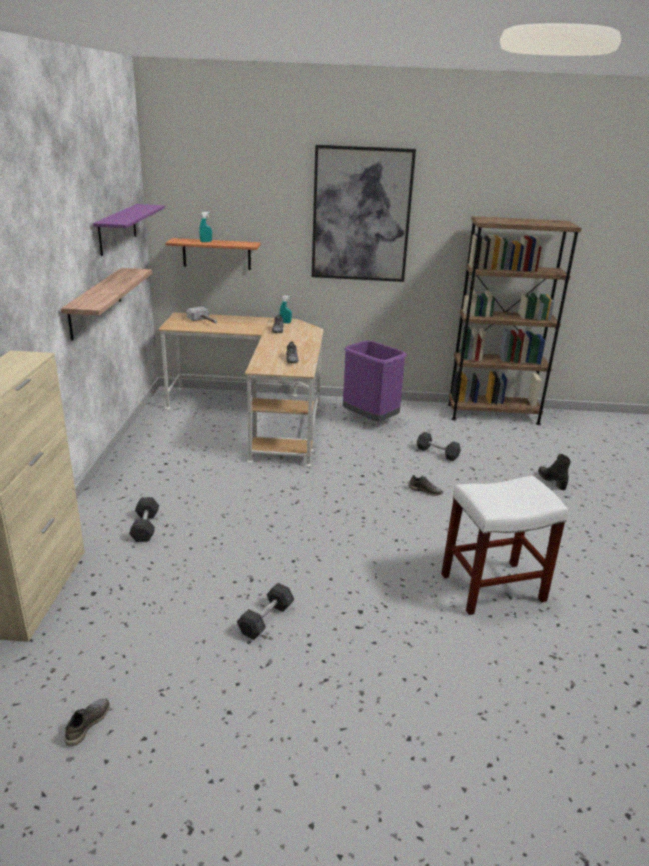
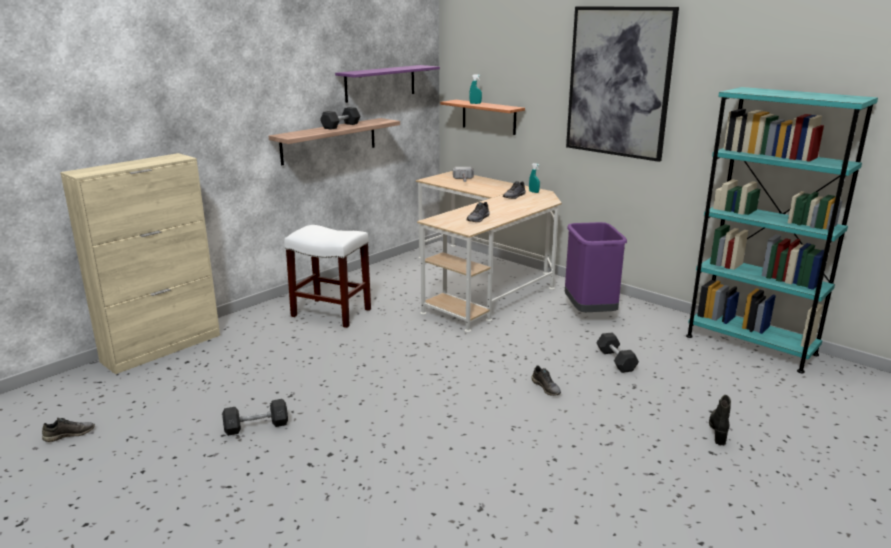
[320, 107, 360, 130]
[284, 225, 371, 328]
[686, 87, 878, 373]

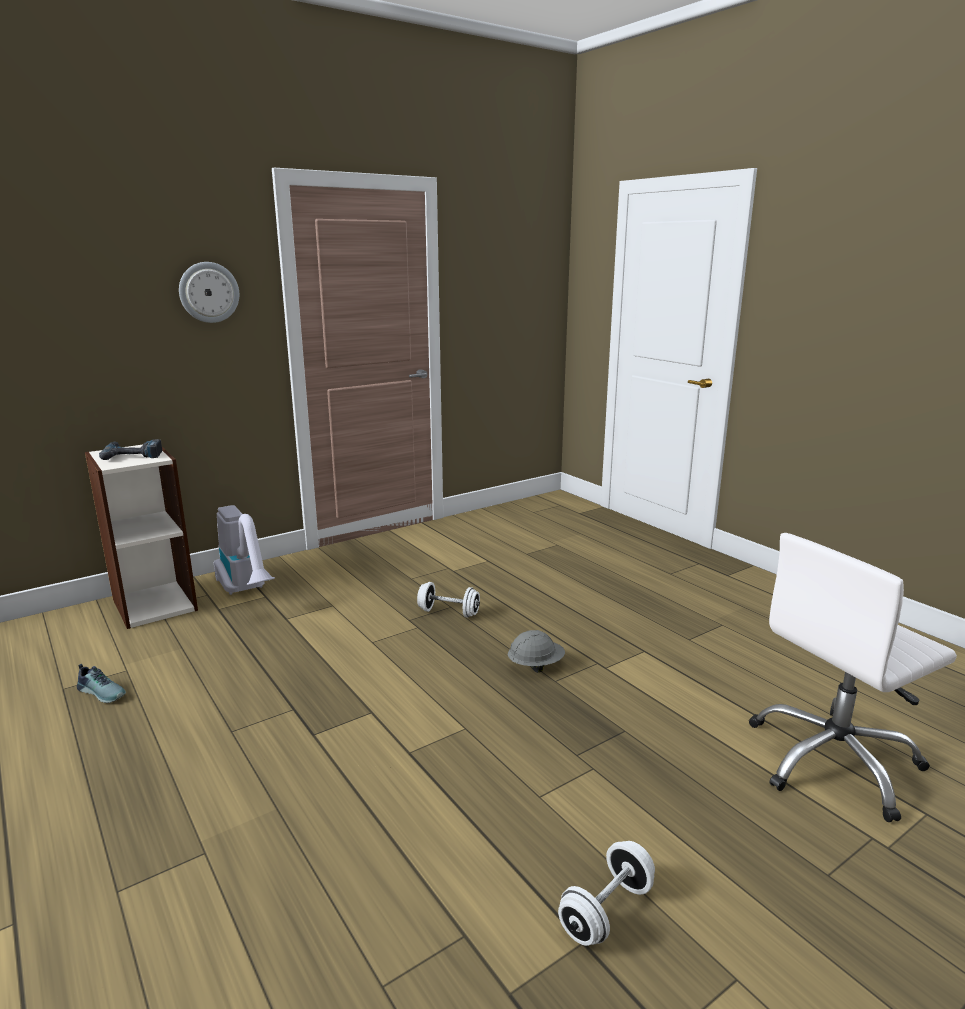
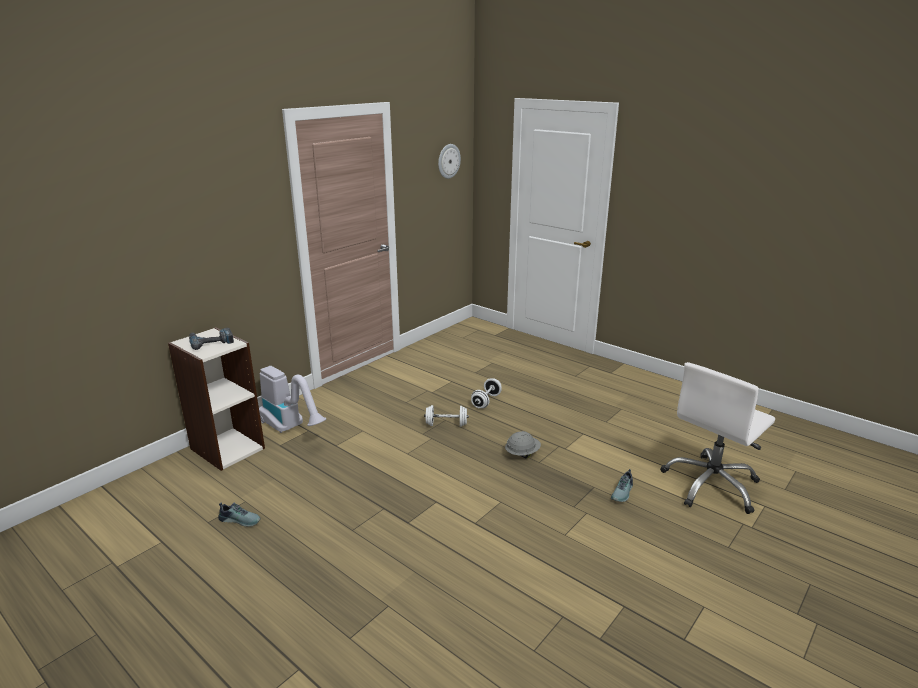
[438, 144, 461, 179]
[471, 378, 502, 408]
[611, 469, 633, 502]

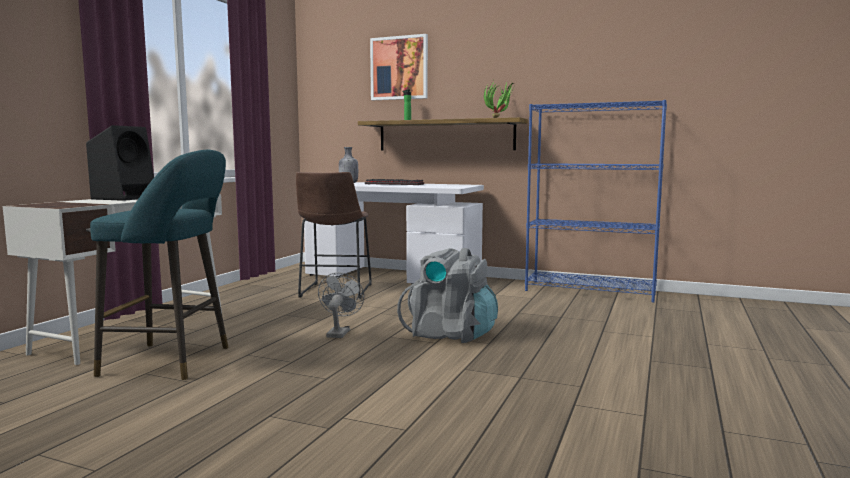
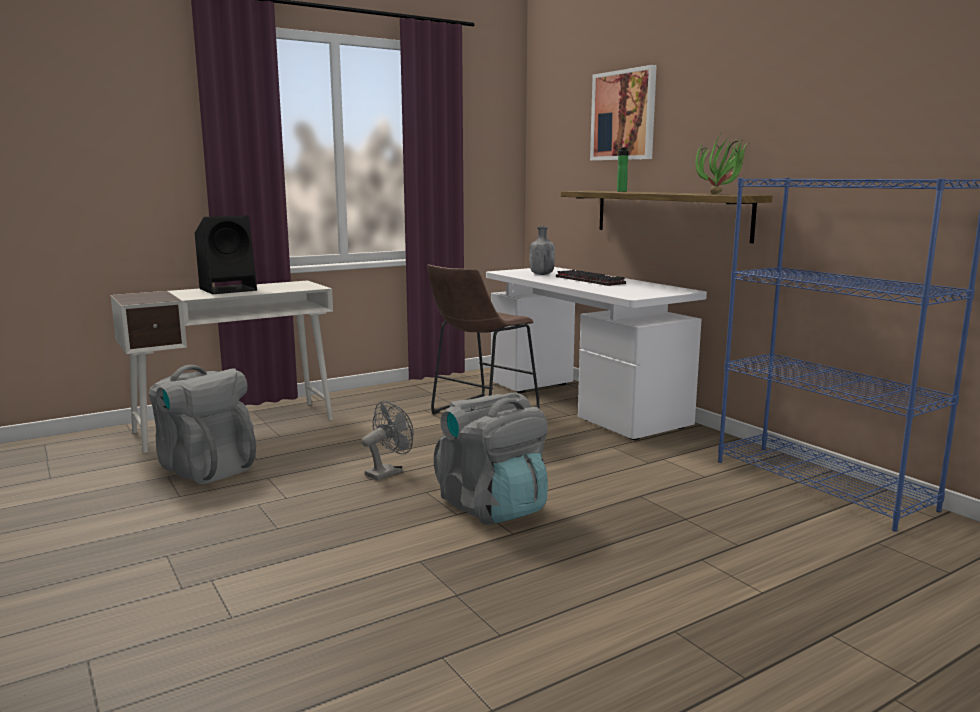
[148, 365, 256, 484]

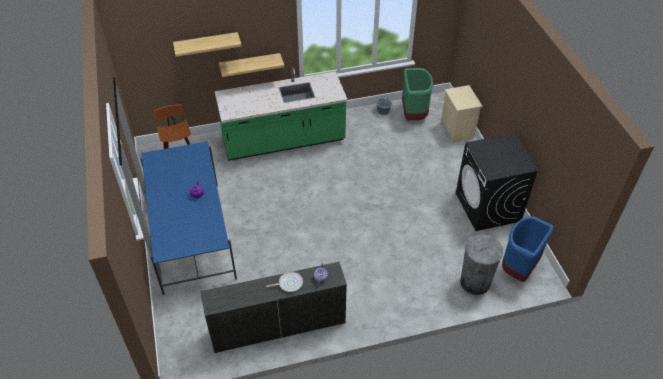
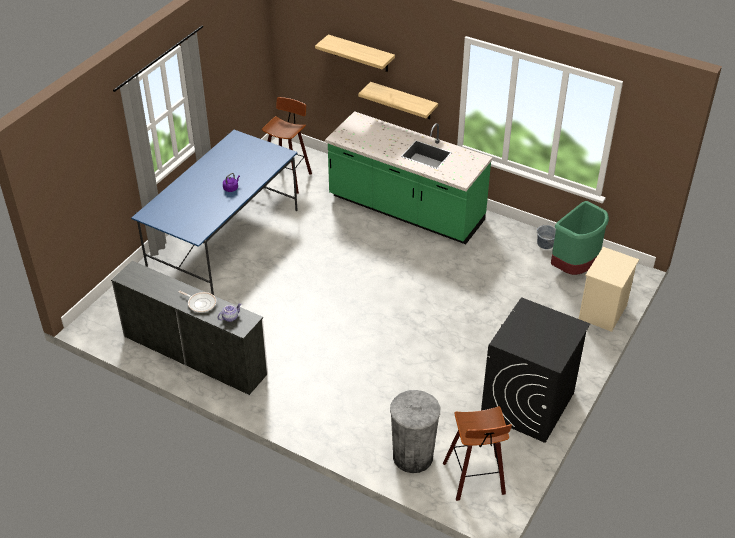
[443, 406, 512, 501]

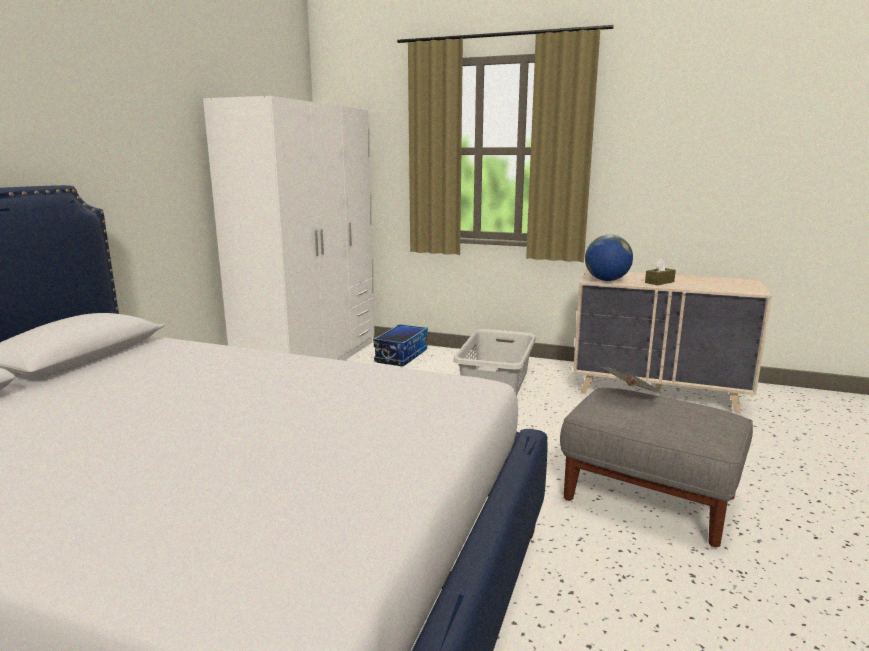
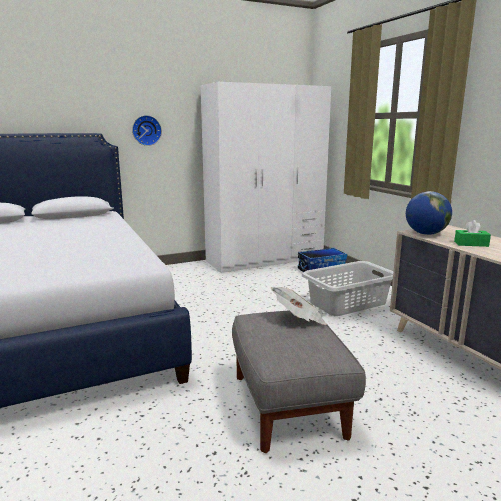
[454, 220, 491, 247]
[132, 115, 162, 146]

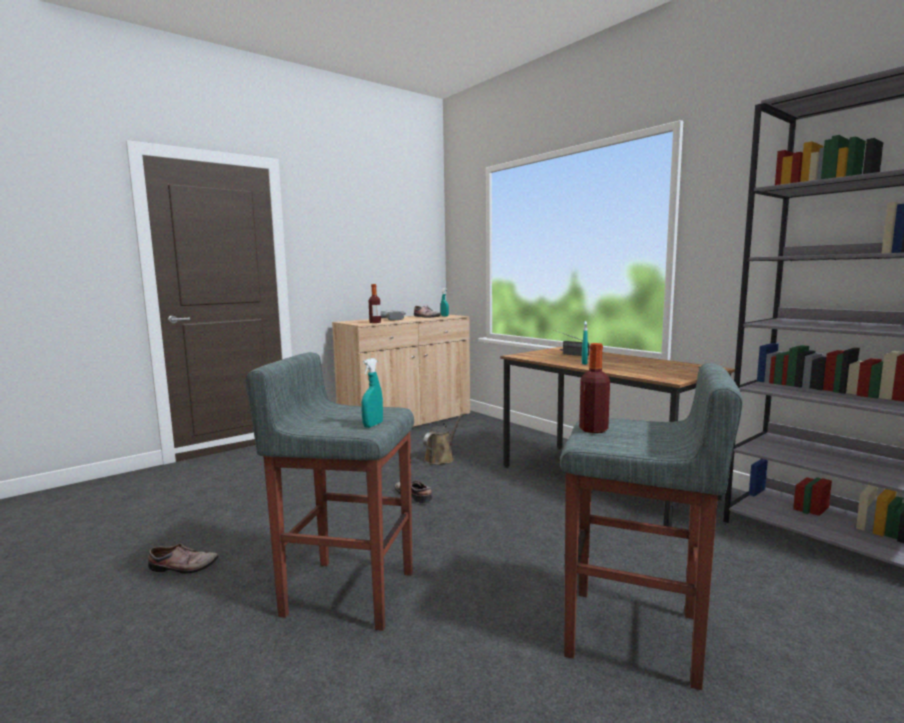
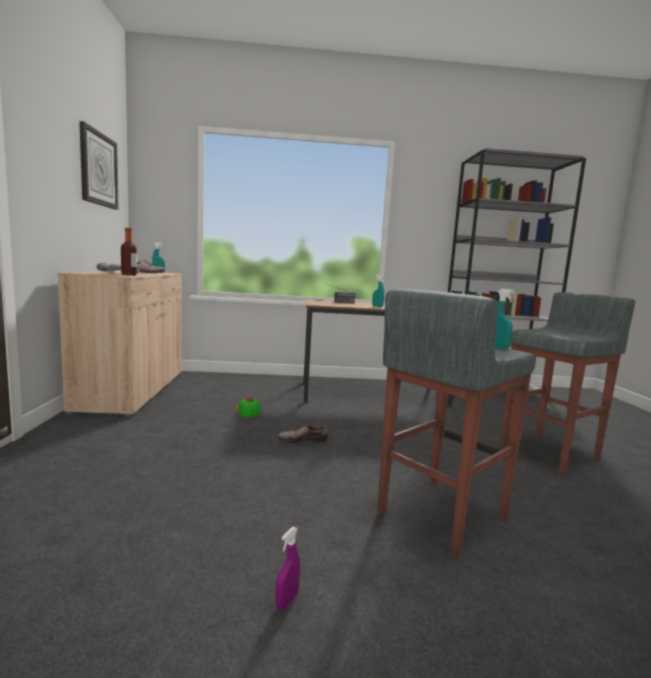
[275, 527, 300, 610]
[236, 398, 260, 417]
[579, 343, 610, 433] (first image)
[79, 121, 119, 210]

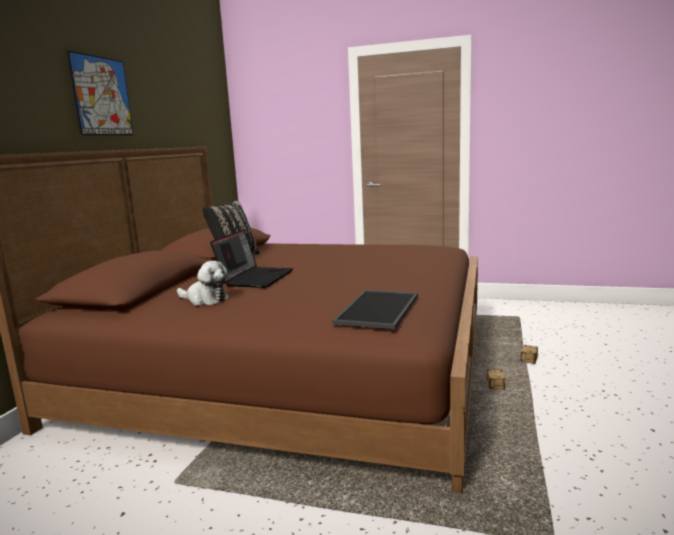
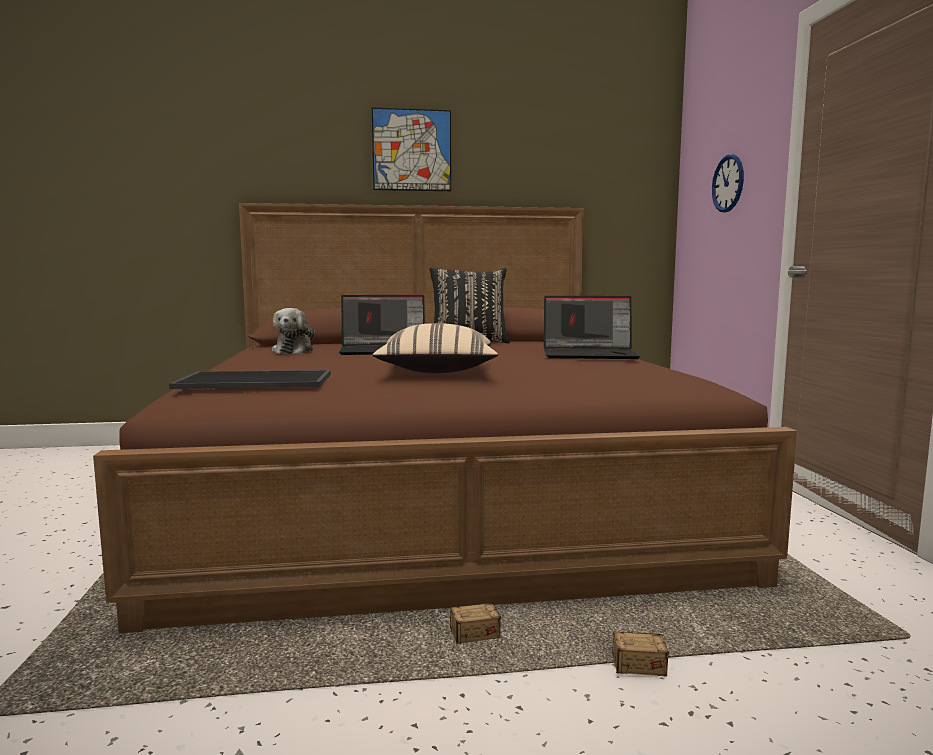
[373, 323, 498, 373]
[544, 296, 641, 359]
[712, 154, 744, 213]

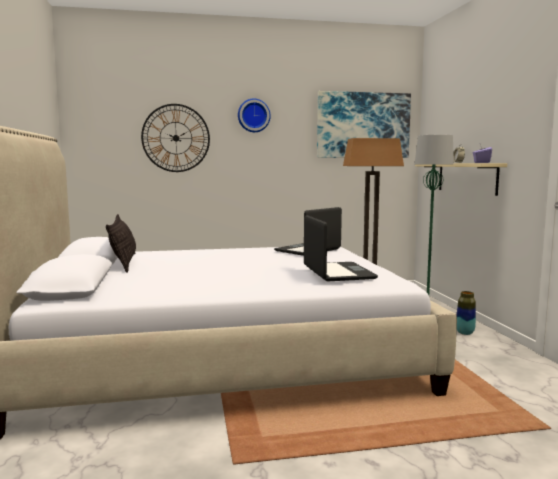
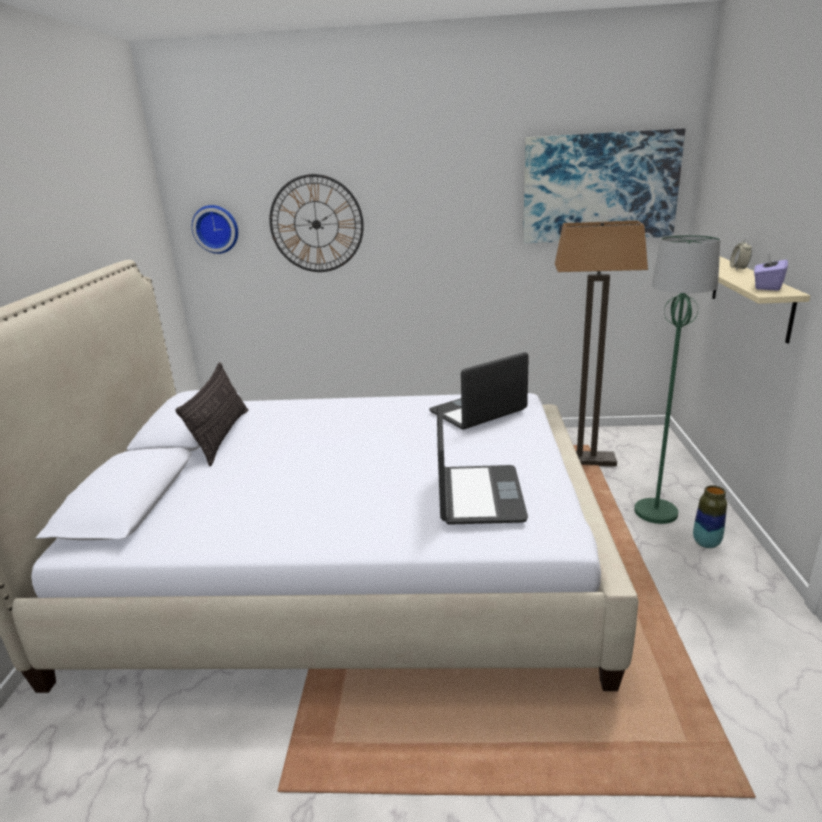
[192, 205, 238, 254]

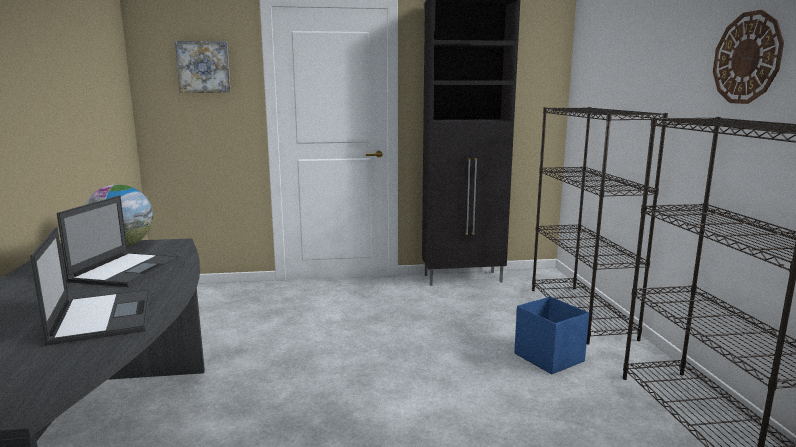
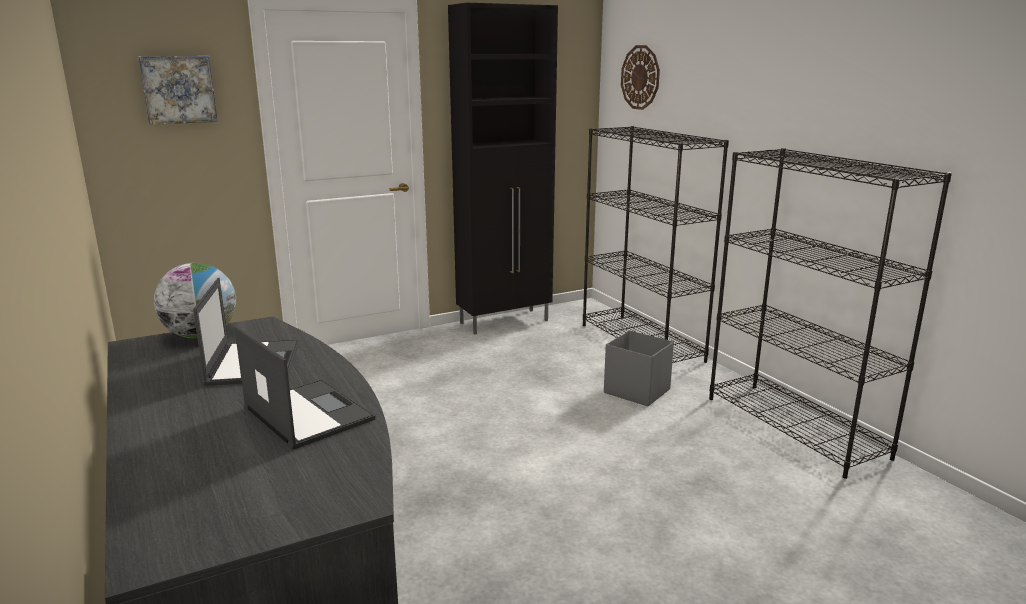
[604, 330, 674, 406]
[621, 45, 660, 110]

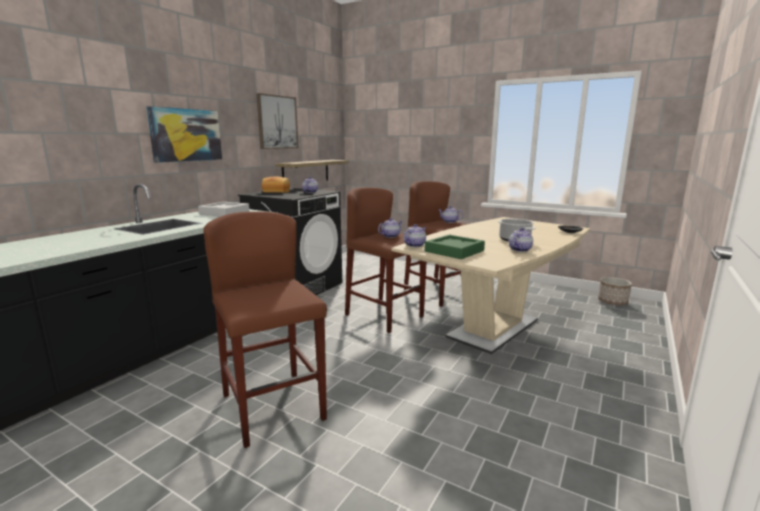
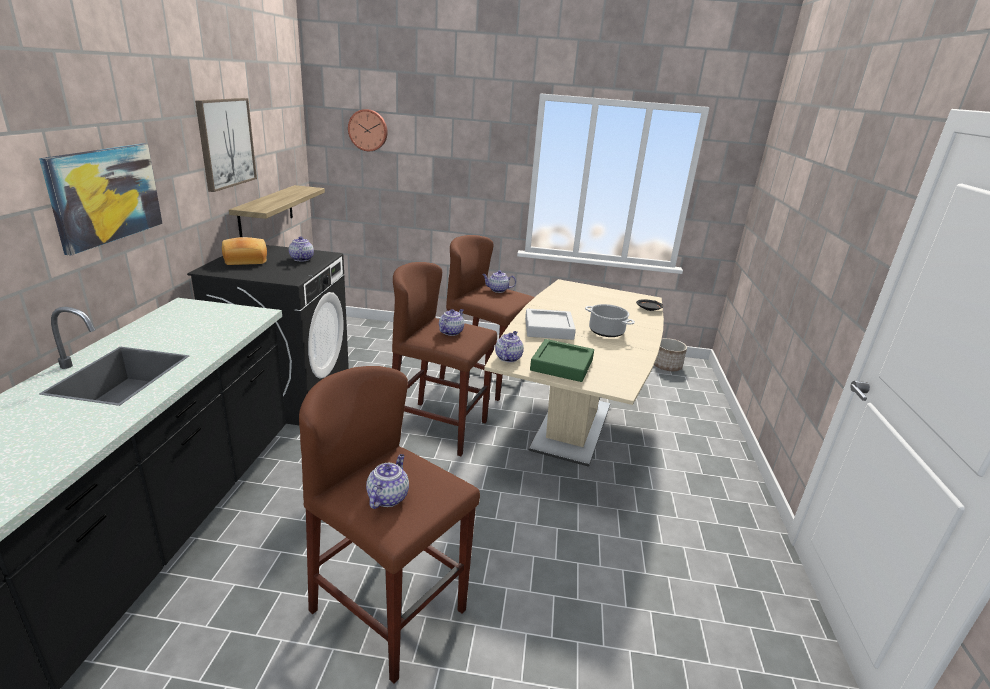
[525, 309, 576, 340]
[366, 454, 409, 509]
[348, 109, 388, 151]

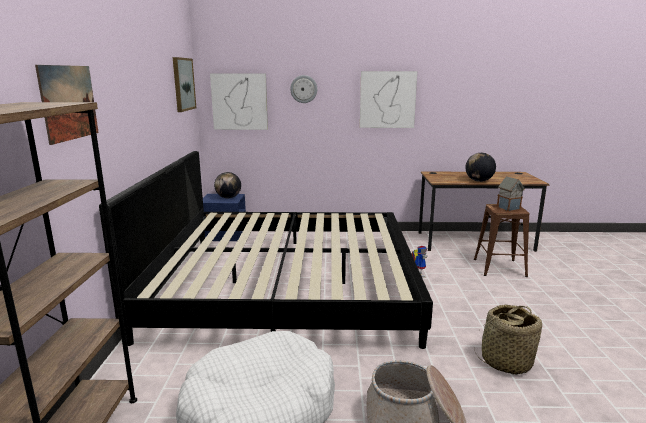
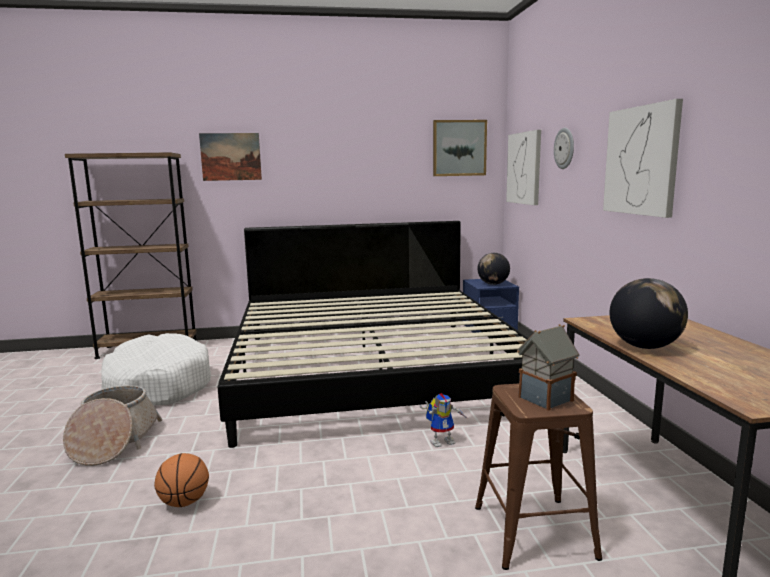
[154, 453, 209, 507]

